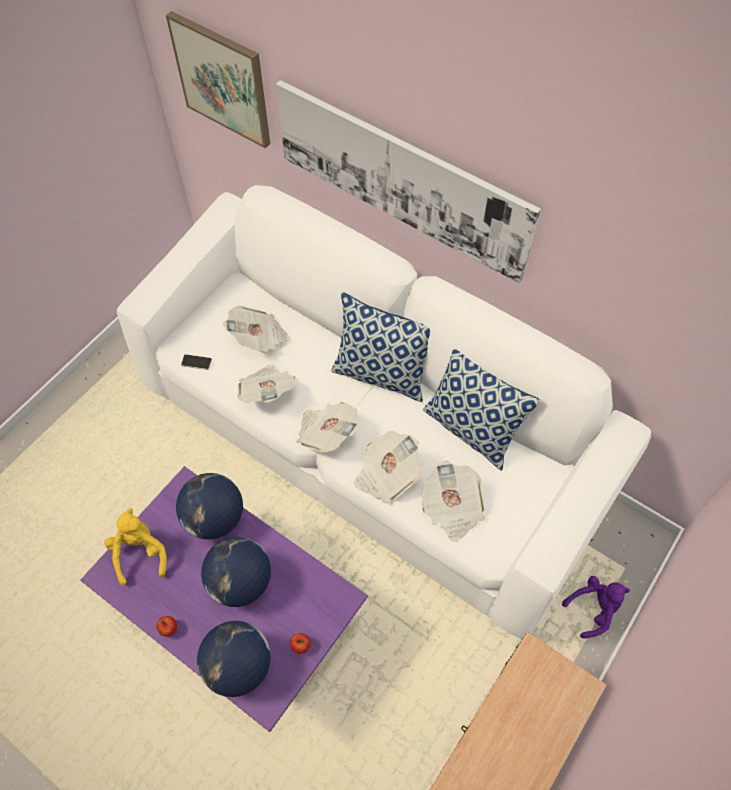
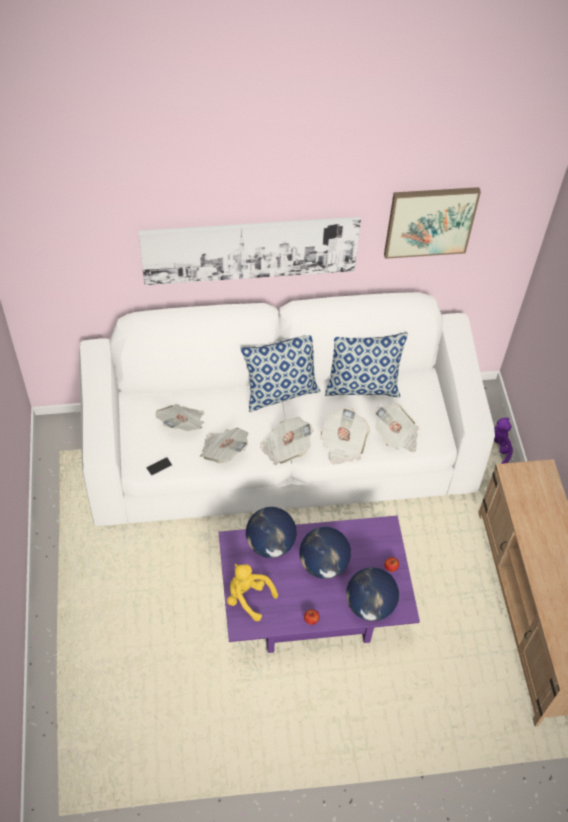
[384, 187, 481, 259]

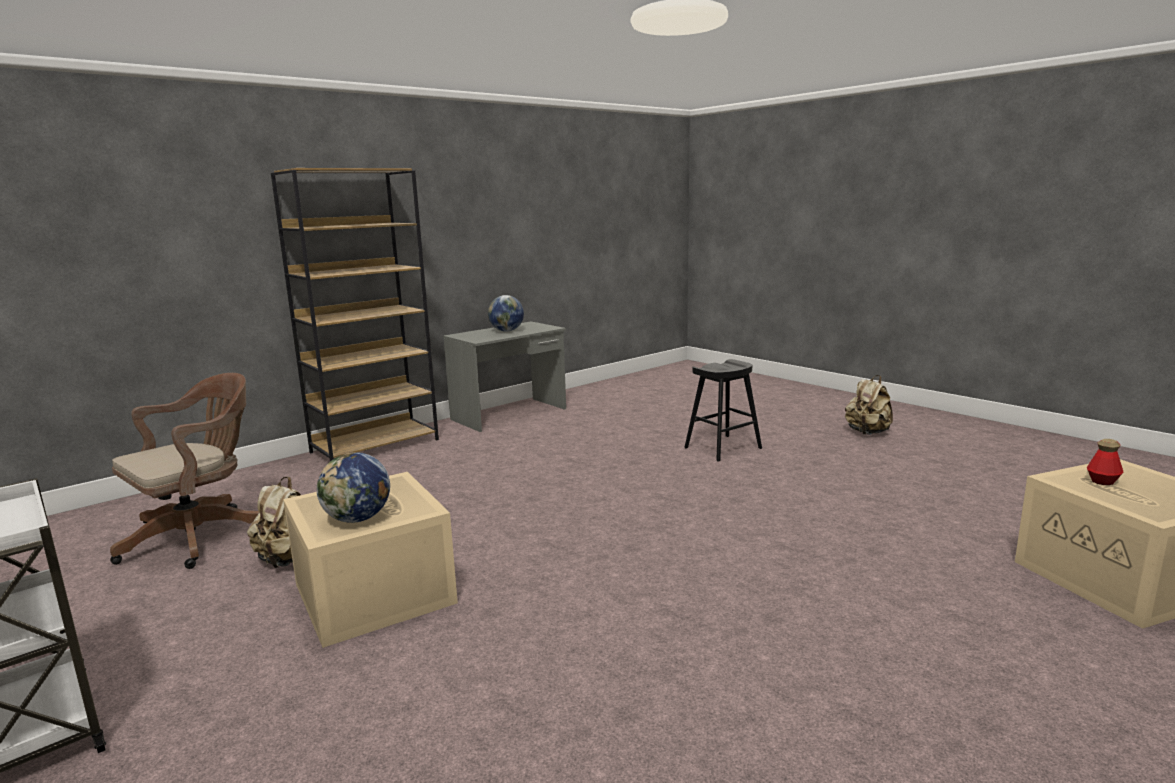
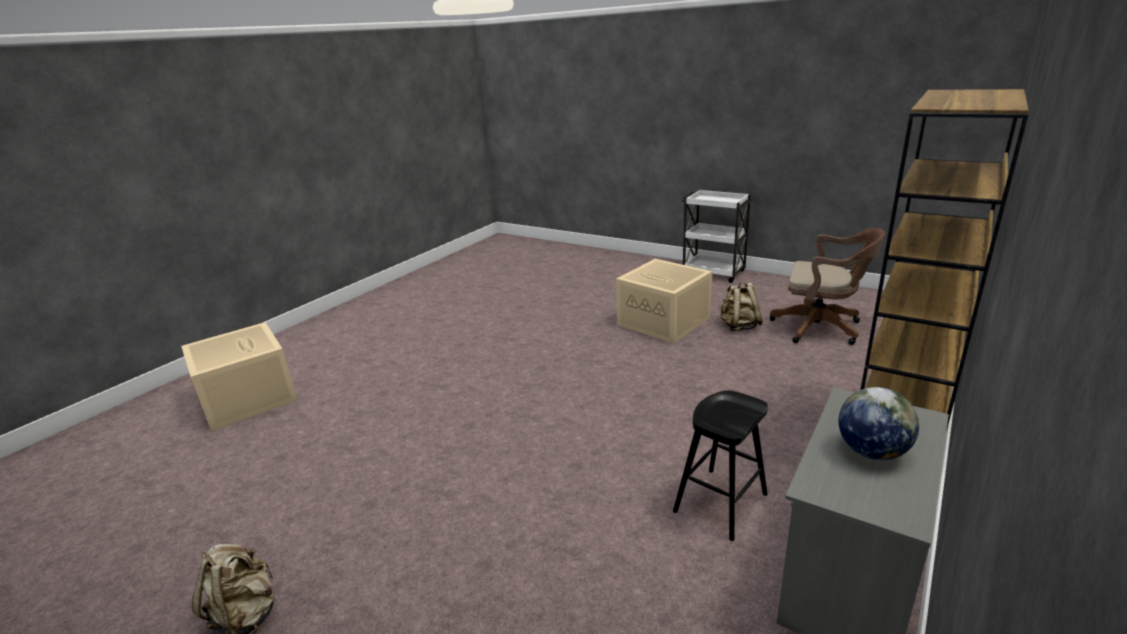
[770, 228, 885, 345]
[317, 452, 390, 523] (first image)
[673, 391, 768, 541]
[1087, 439, 1124, 485] (first image)

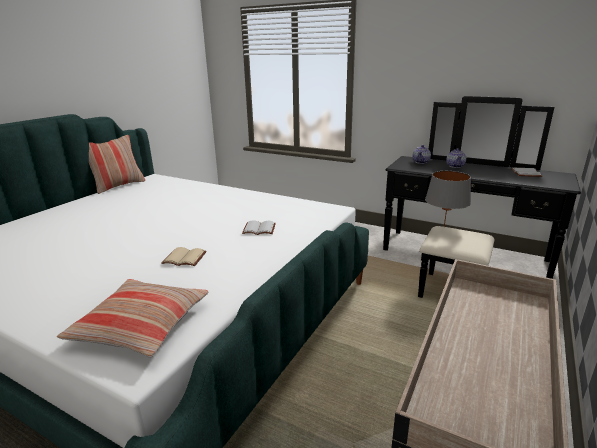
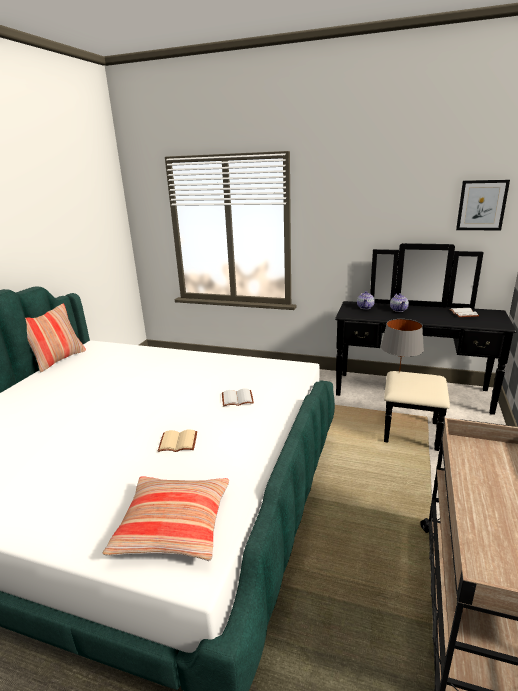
[456, 180, 510, 231]

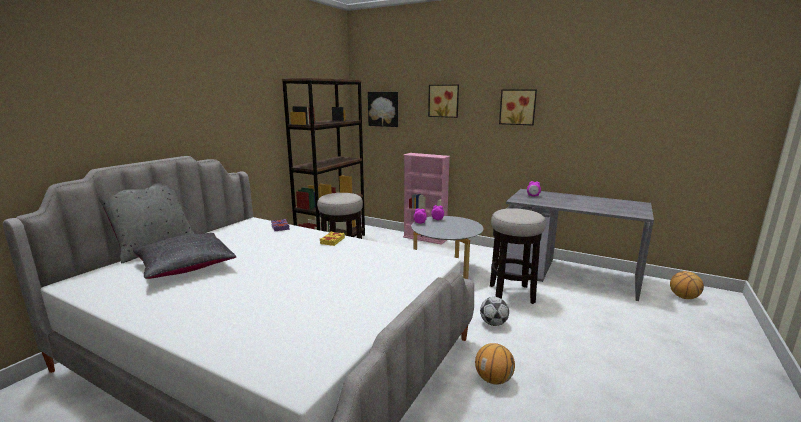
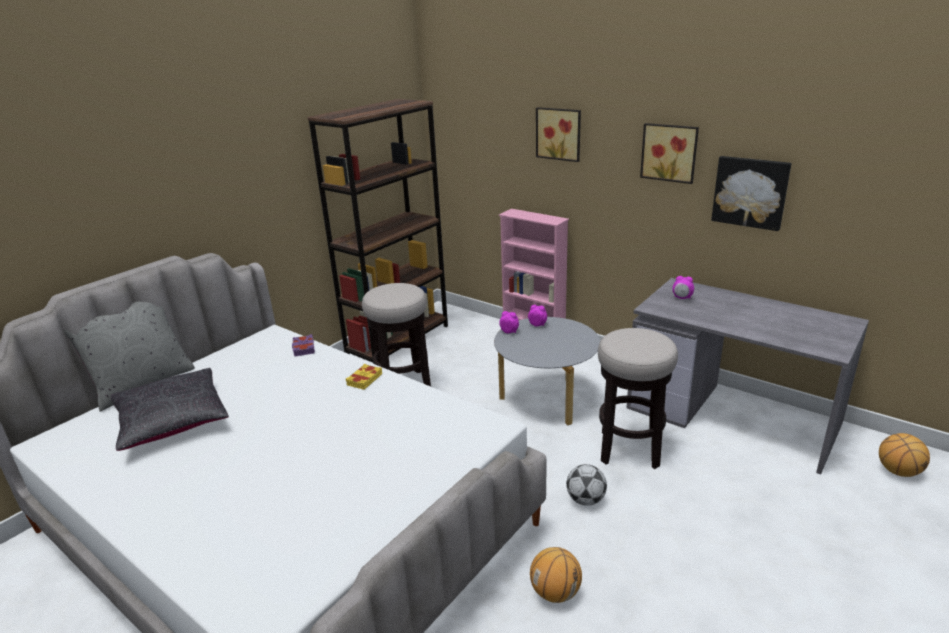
[711, 156, 792, 231]

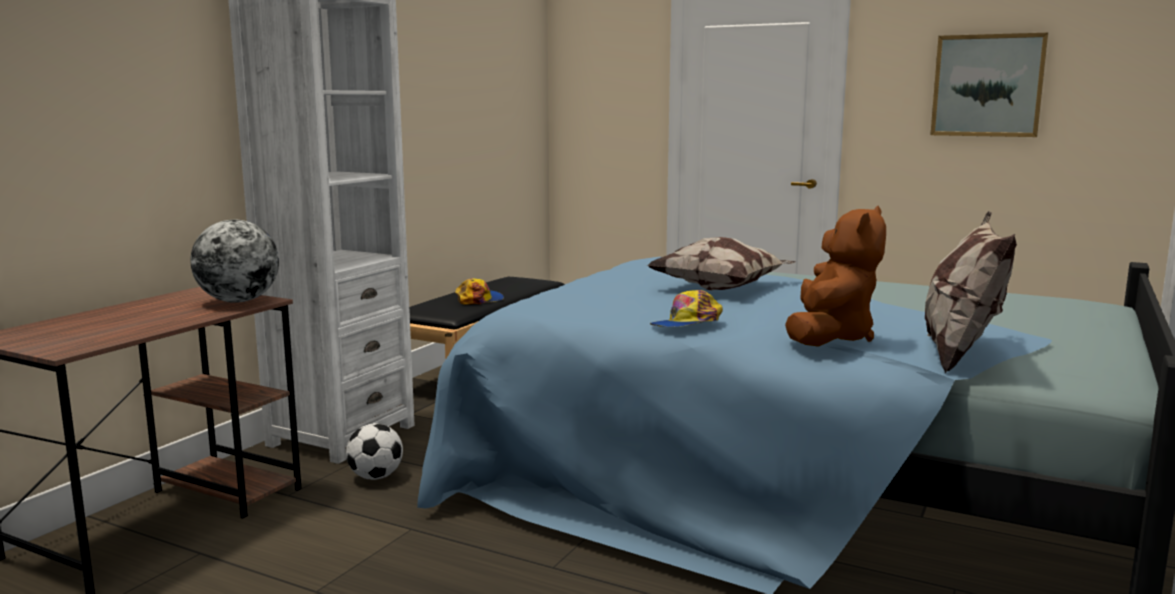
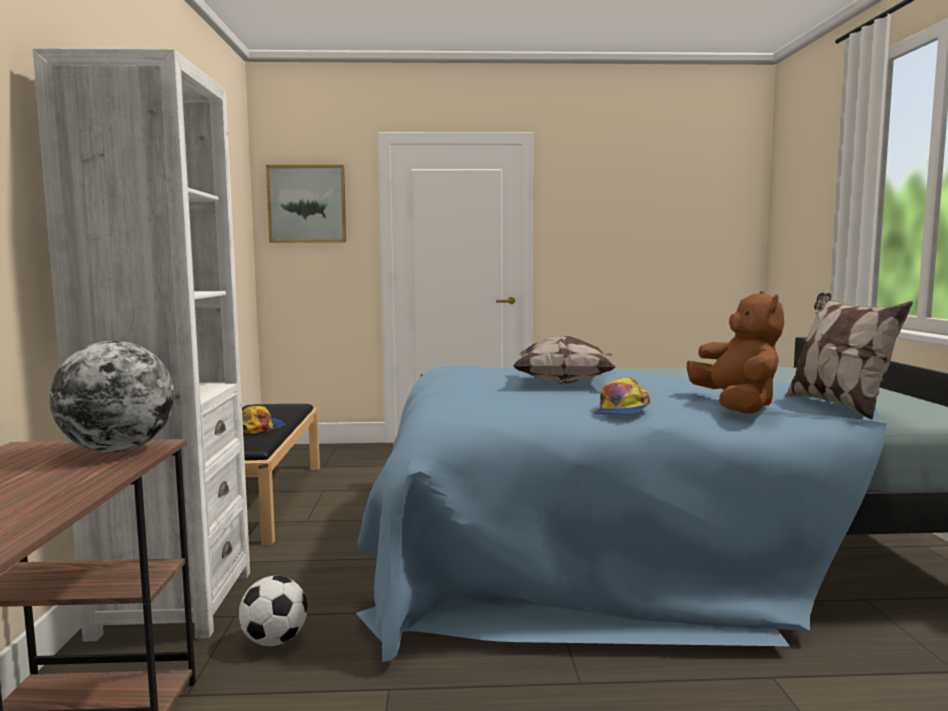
[266, 165, 346, 243]

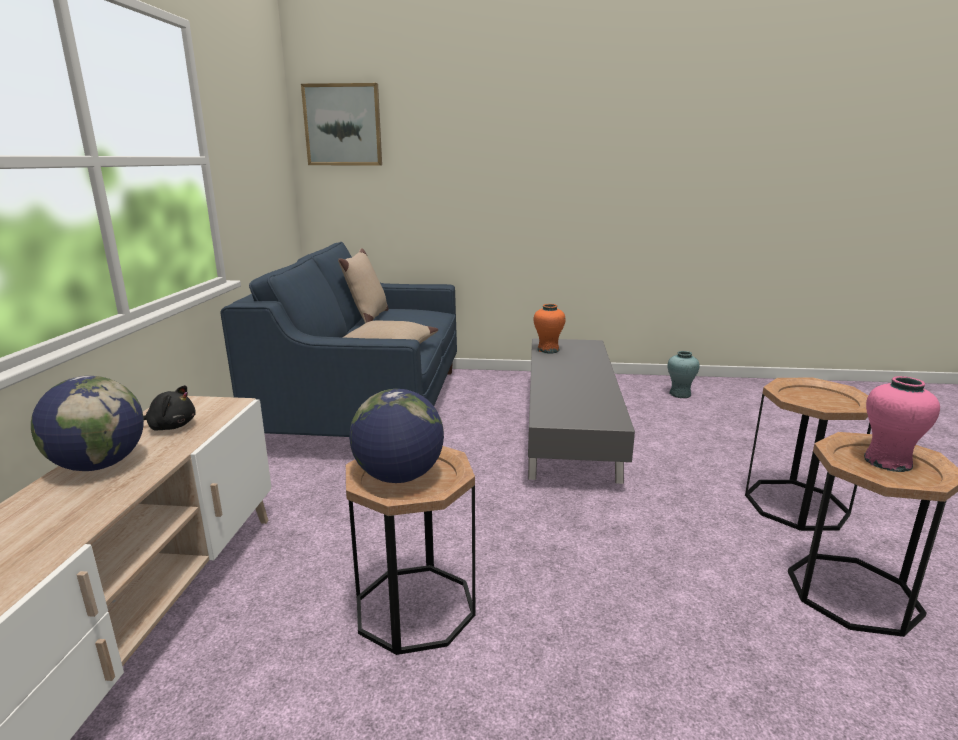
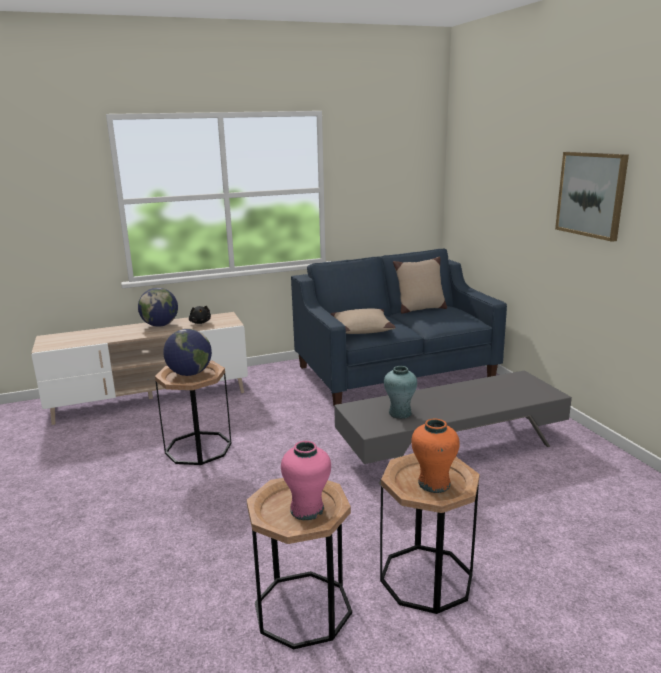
[555, 152, 629, 242]
[411, 418, 460, 493]
[384, 366, 417, 419]

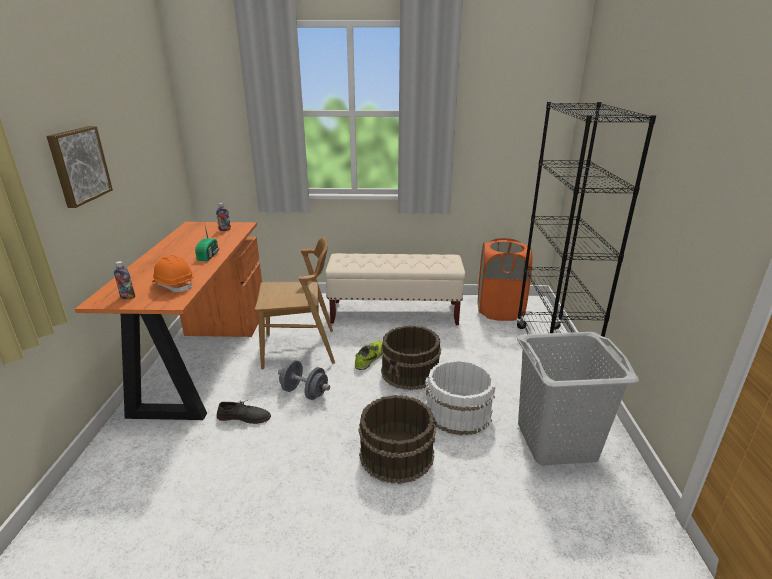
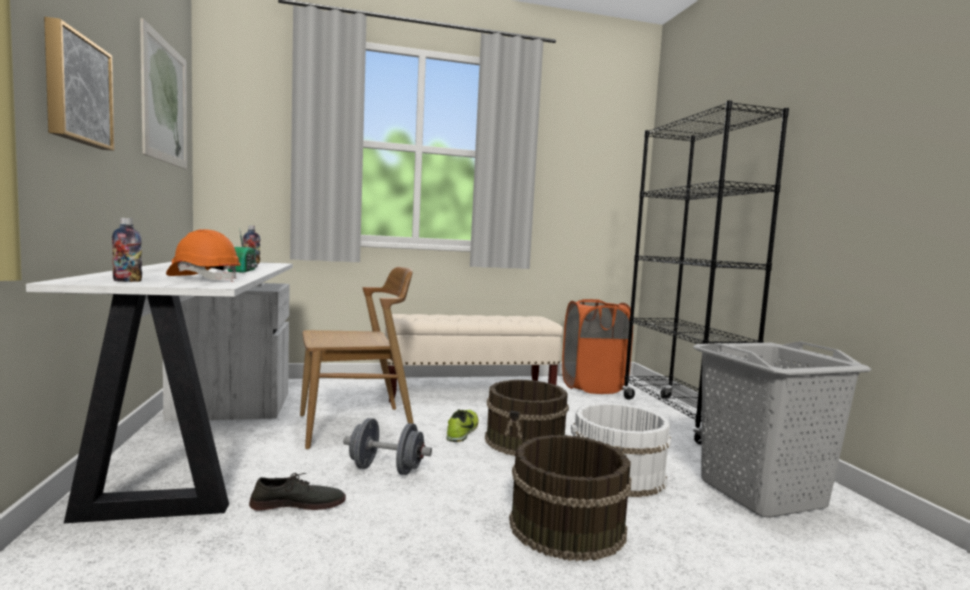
[26, 262, 293, 523]
[140, 18, 187, 169]

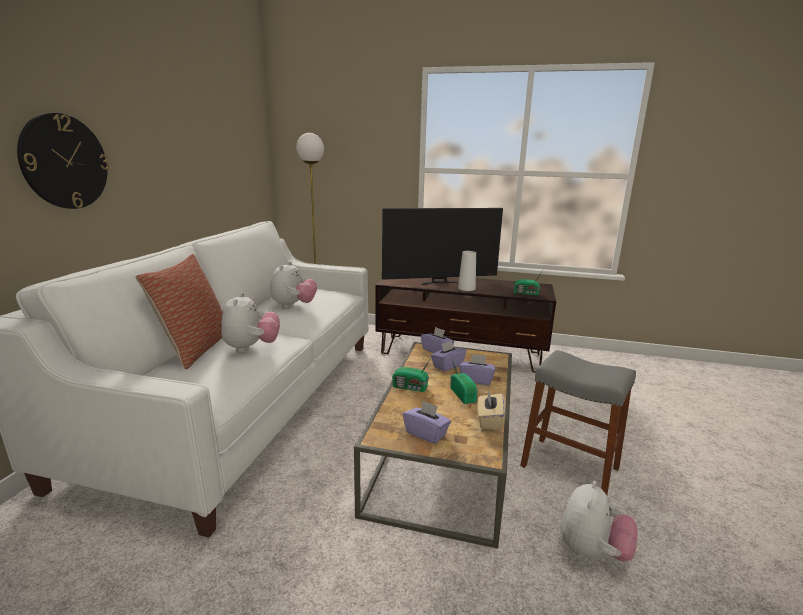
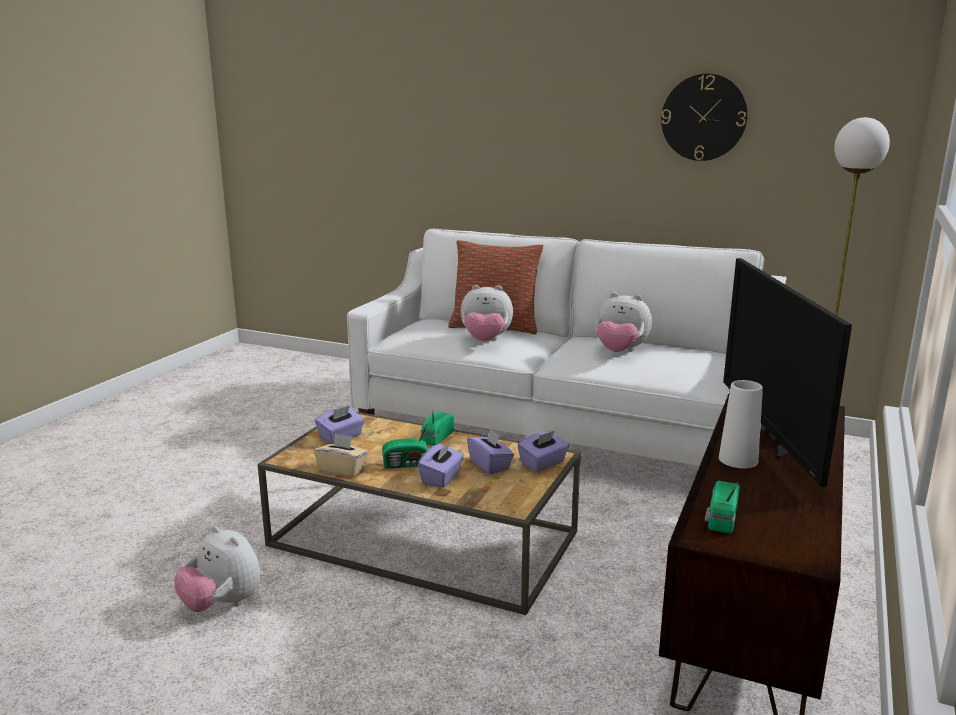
[661, 74, 748, 161]
[520, 350, 636, 495] (first image)

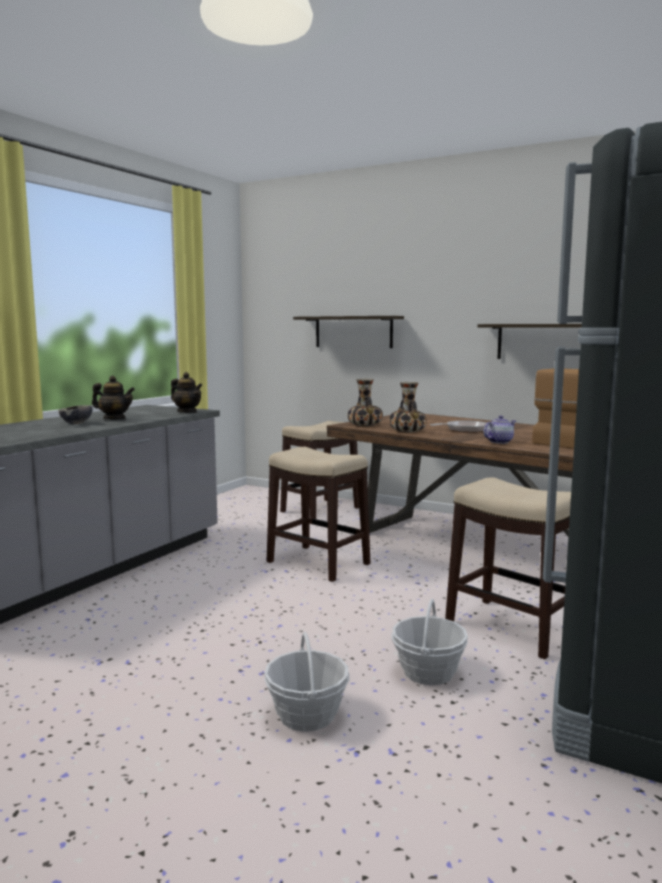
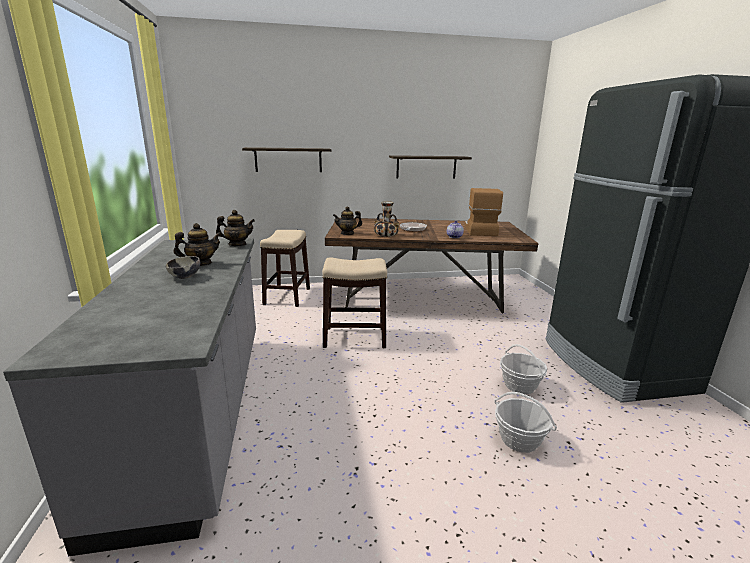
[333, 207, 362, 235]
[445, 477, 571, 659] (first image)

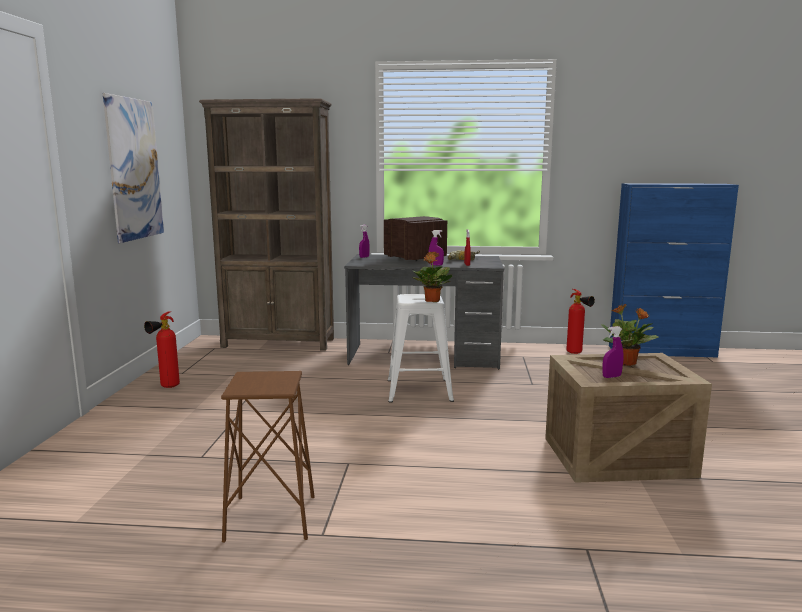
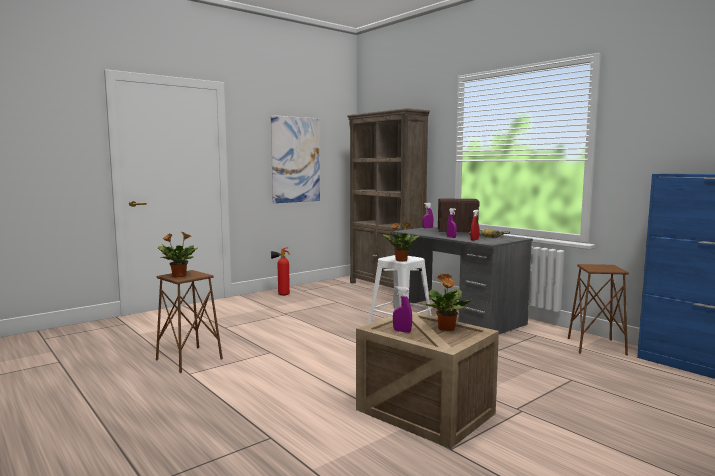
[568, 264, 629, 356]
[158, 232, 197, 278]

